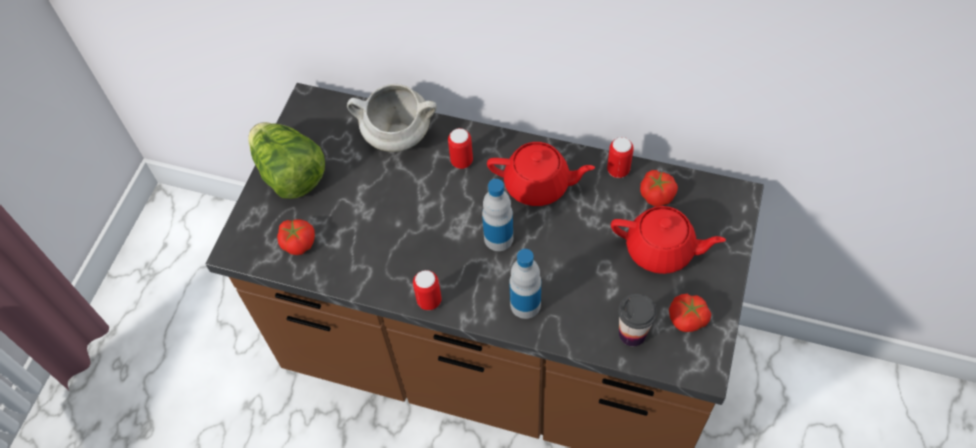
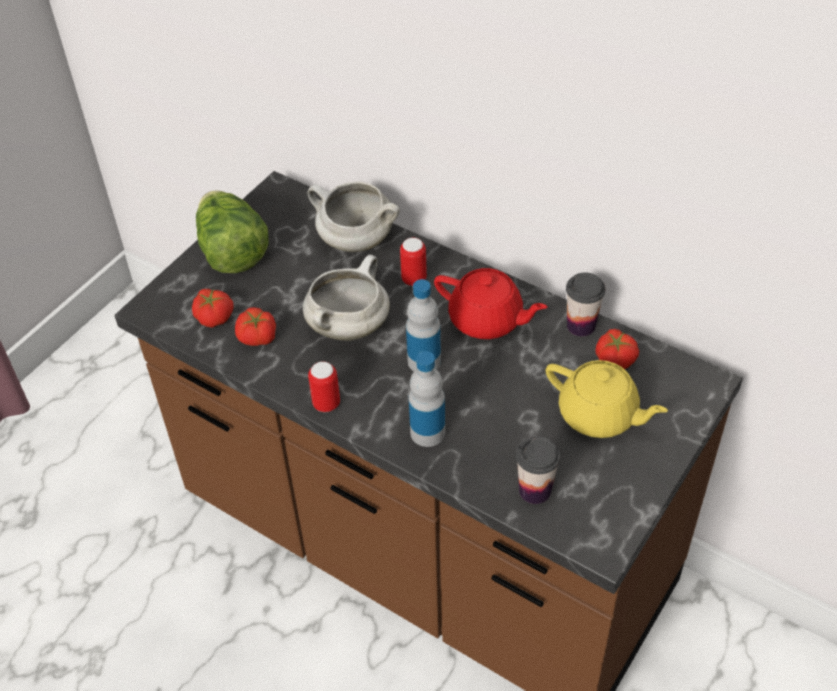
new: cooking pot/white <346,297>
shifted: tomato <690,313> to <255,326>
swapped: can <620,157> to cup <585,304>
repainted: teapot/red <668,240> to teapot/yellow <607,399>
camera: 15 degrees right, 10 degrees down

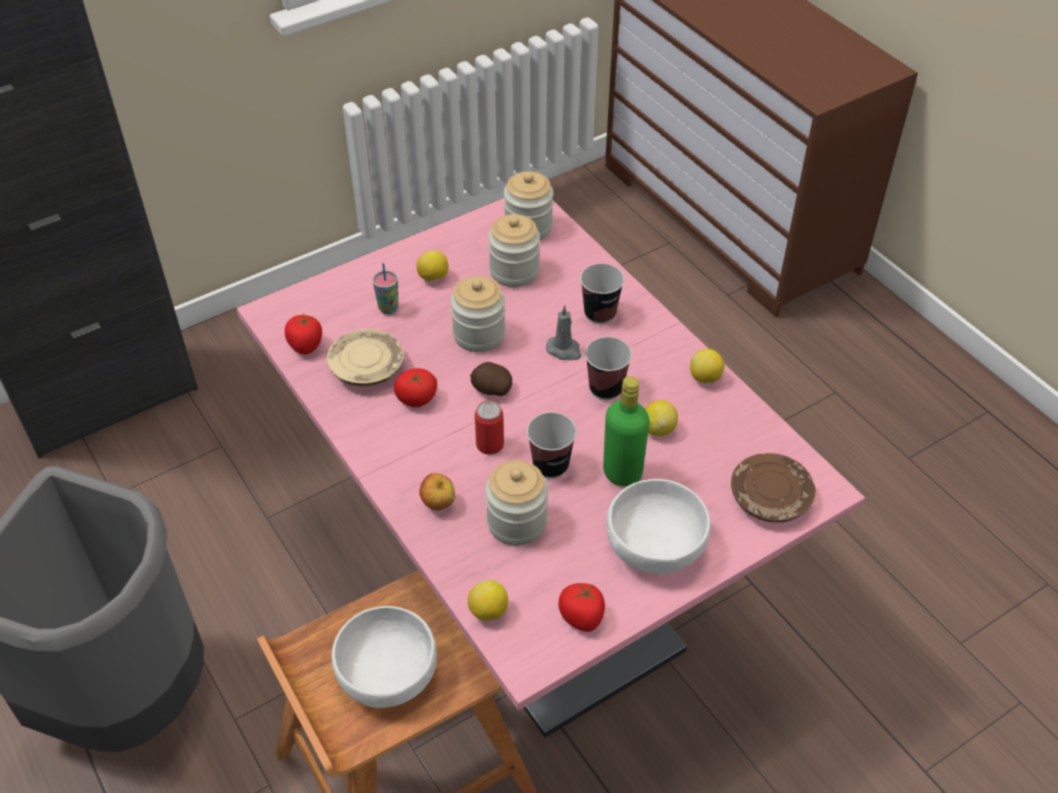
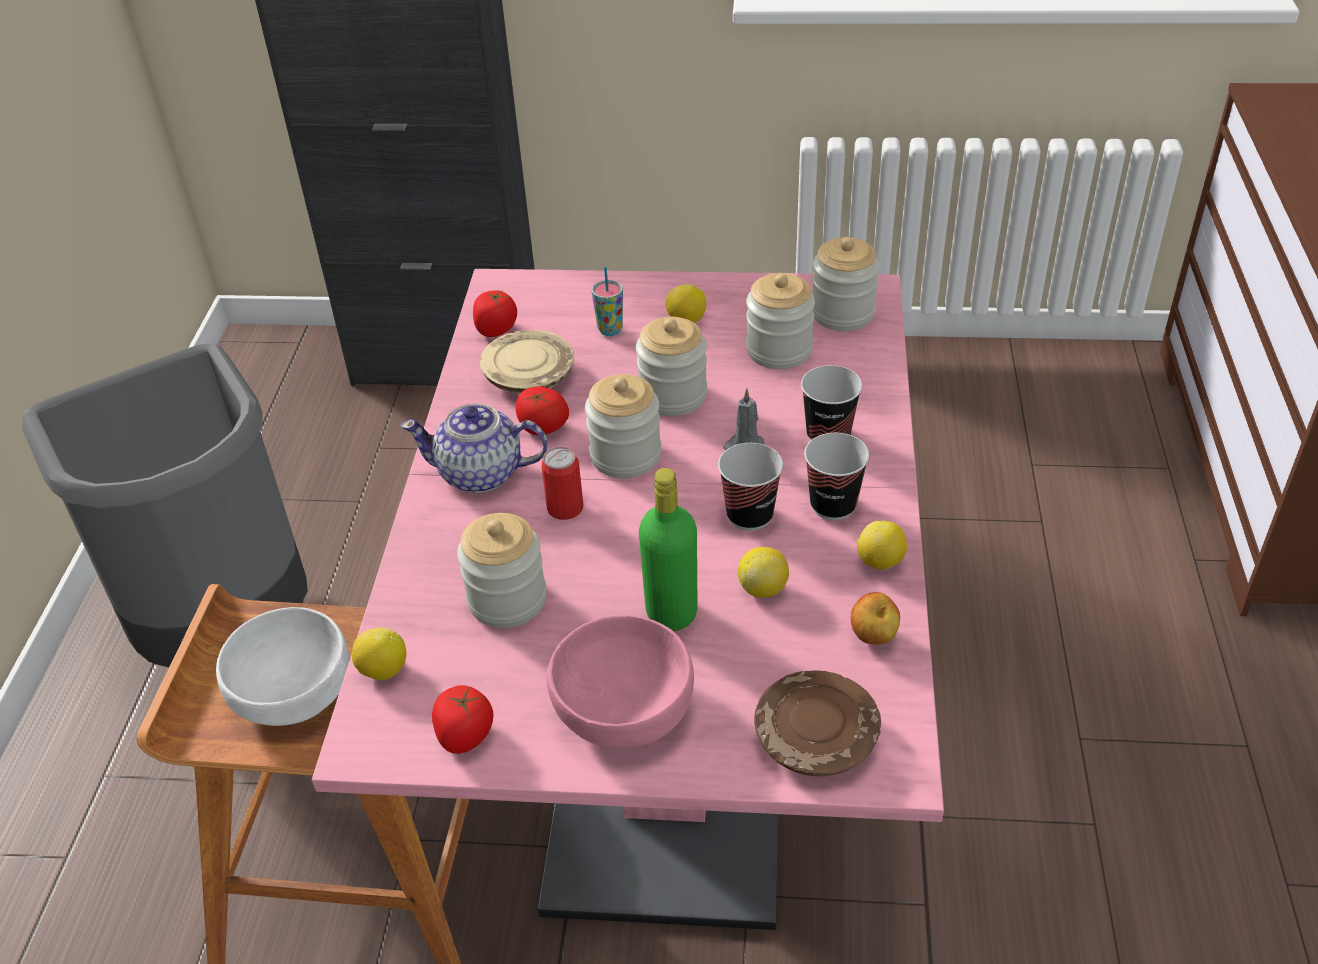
new: teapot <474,448>
shifted: cup <551,445> to <836,476>; apple <437,492> to <875,618>
swapped: potato <491,379> to jar <623,426>
repainted: bowl/white <658,526> to bowl/pink <620,681>
camera: 40 degrees right, 5 degrees down

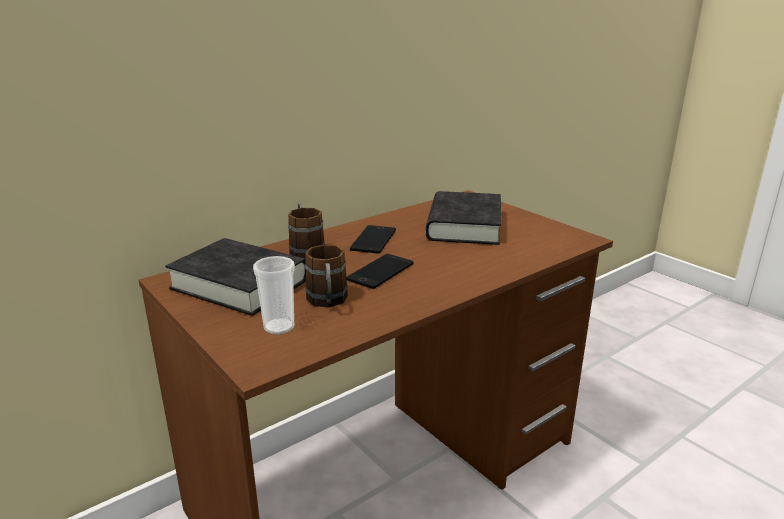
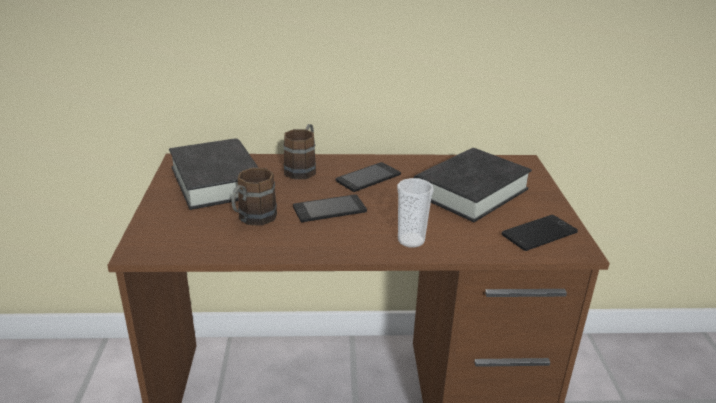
new: phone <540,233>
shifted: cup <274,295> to <415,213>
camera: 35 degrees right, 5 degrees up

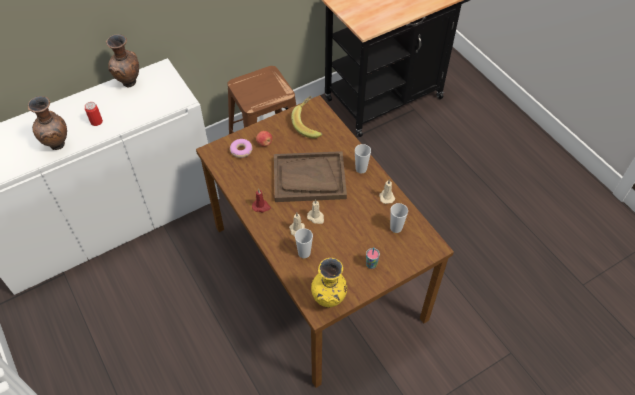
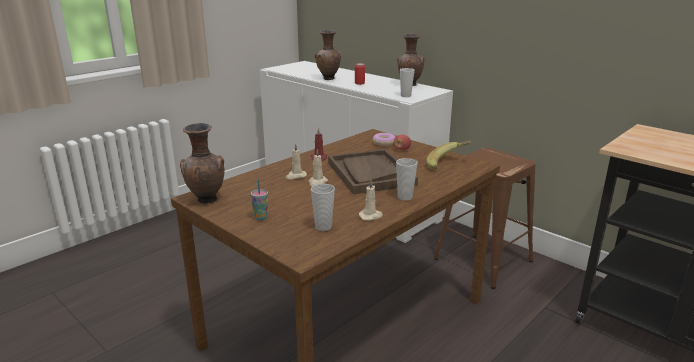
shifted: cup <304,243> to <407,82>
repainted: vase/yellow <329,283> to vase/brown <202,163>
camera: 75 degrees right, 30 degrees down

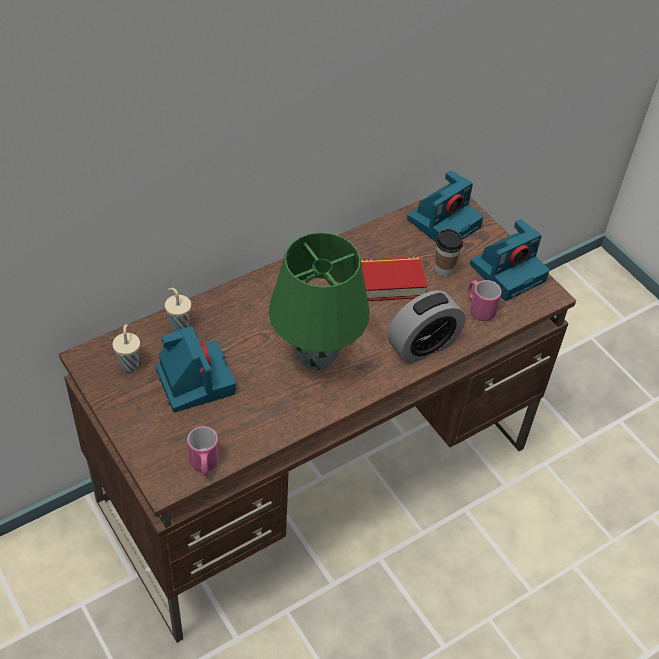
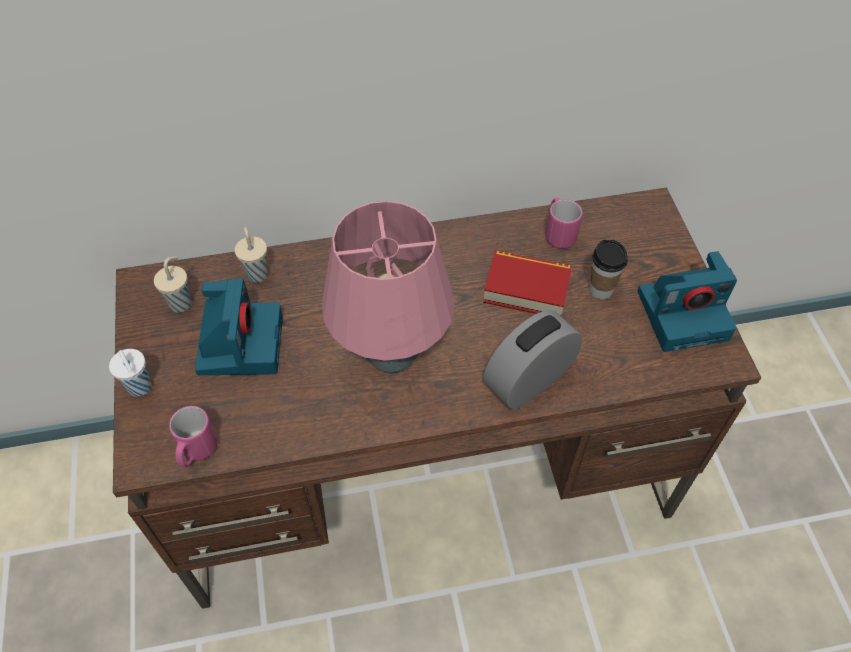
gone: photo camera <445,206>
new: cup/white <130,373>
shifted: mug/pink <485,300> to <564,223>
repainted: table lamp/green <319,301> to table lamp/pink <388,287>
rotated: alarm clock <426,327> = <533,360> 150 degrees clockwise
camera: 25 degrees right, 5 degrees up

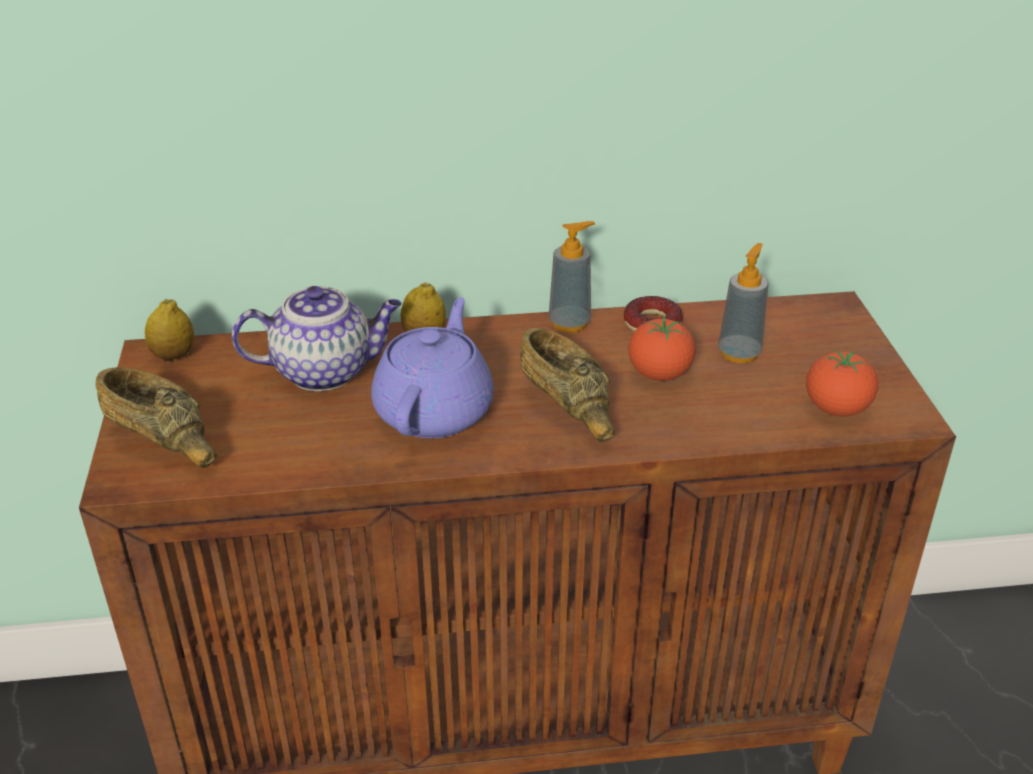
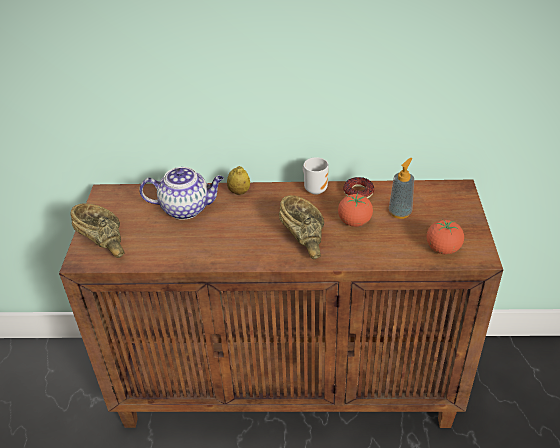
gone: teapot/purple <432,367>; lemon <169,330>
swapped: soap dispenser <572,277> to mug <316,176>
camera: 10 degrees right, 5 degrees up

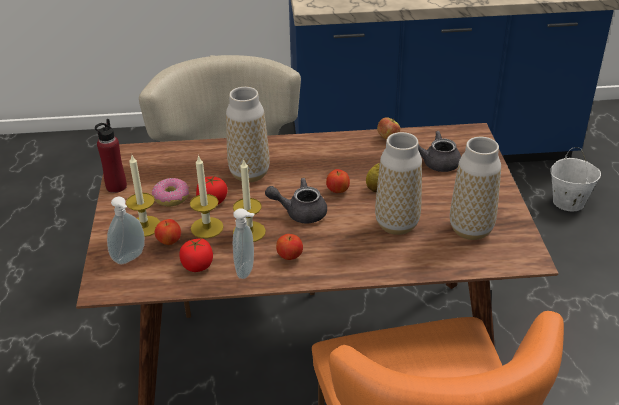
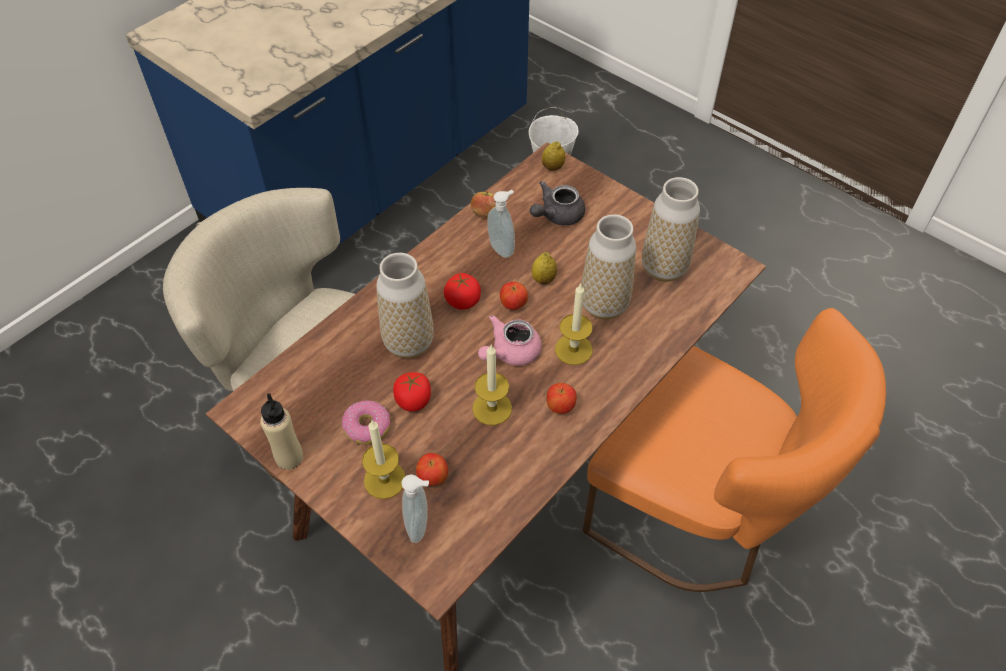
new: lemon <554,156>
shifted: candle <207,196> to <574,324>; soap dispenser <244,243> to <501,224>; tomato <196,255> to <462,291>
repainted: bottle/red <111,156> to bottle/beige <282,431>; teapot/grey <296,200> to teapot/pink <510,340>
camera: 45 degrees left, 15 degrees up

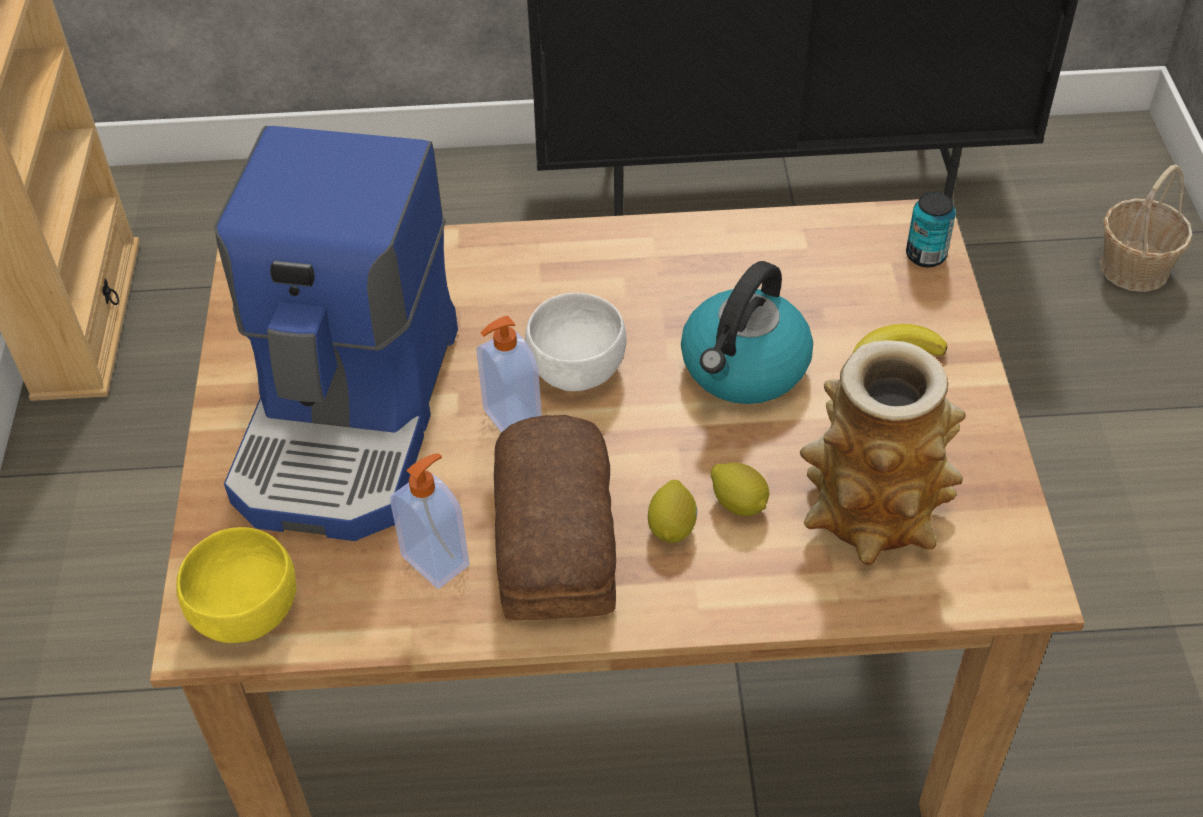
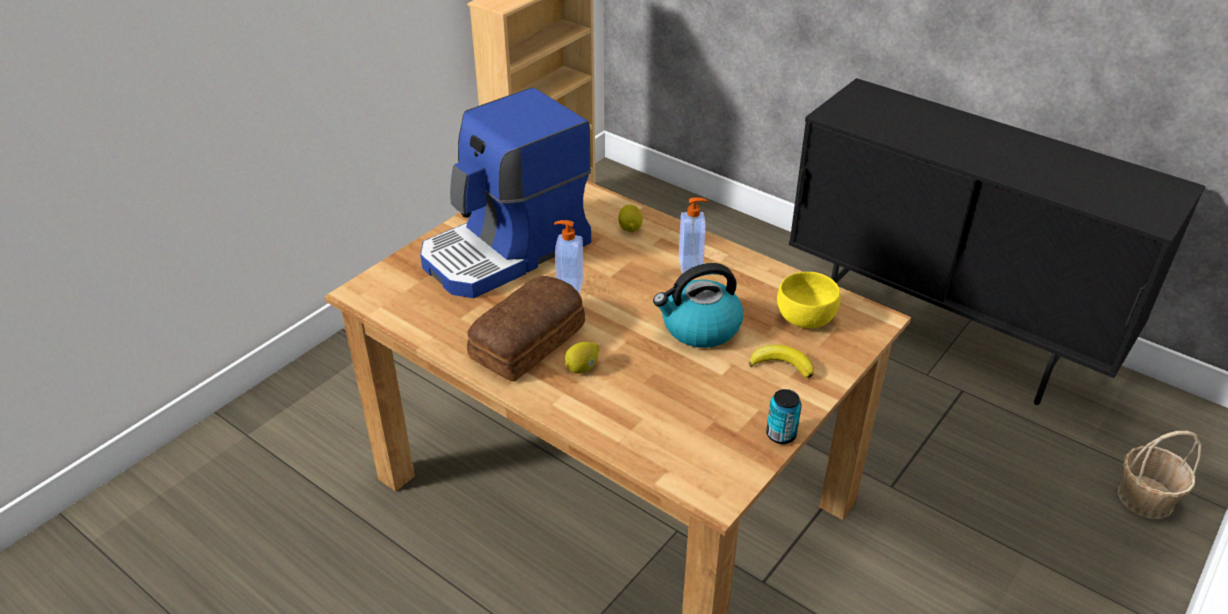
gone: bowl/white <575,342>; vase <883,452>
shifted: can <931,229> to <784,416>; soap dispenser <429,521> to <693,235>; lemon <740,489> to <631,218>; bowl/yellow <236,585> to <809,300>
camera: 40 degrees right, 10 degrees down

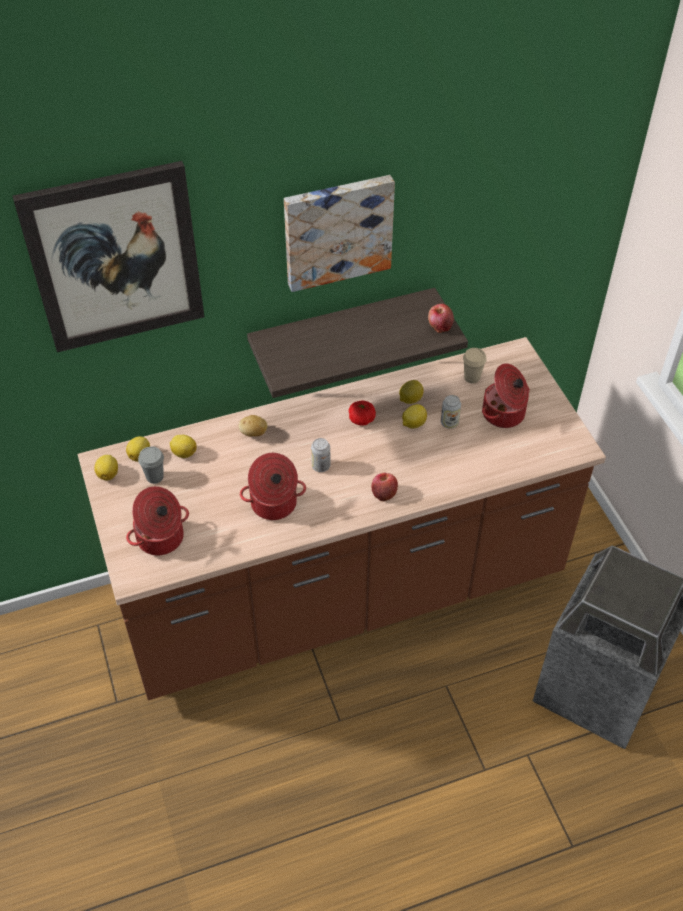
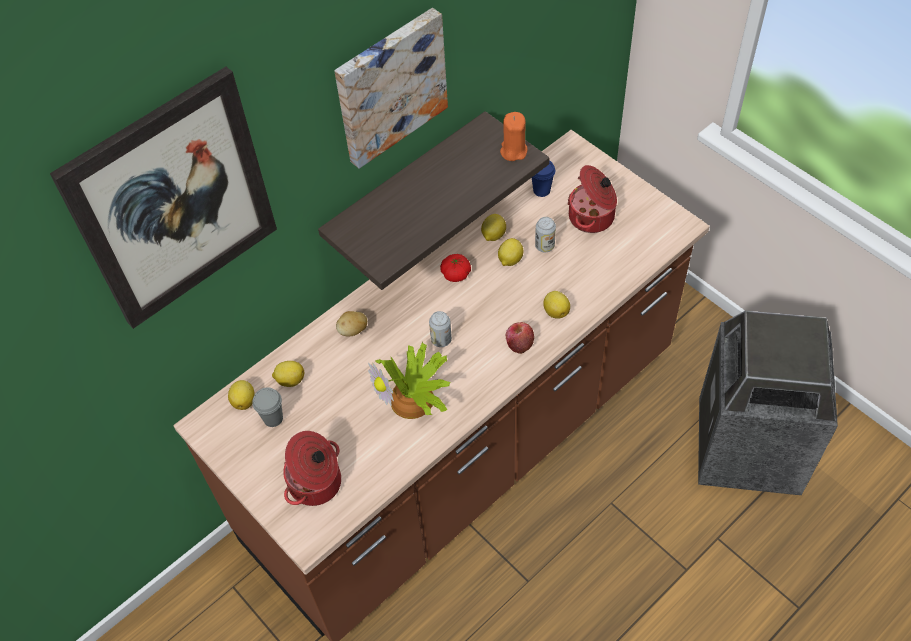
shifted: lemon <106,467> to <556,305>
swapped: apple <441,318> to candle/orange <513,136>; cooking pot <273,486> to potted plant <409,380>
repainted: cup/beige <475,365> to cup/blue <543,178>
camera: 20 degrees left, 5 degrees up

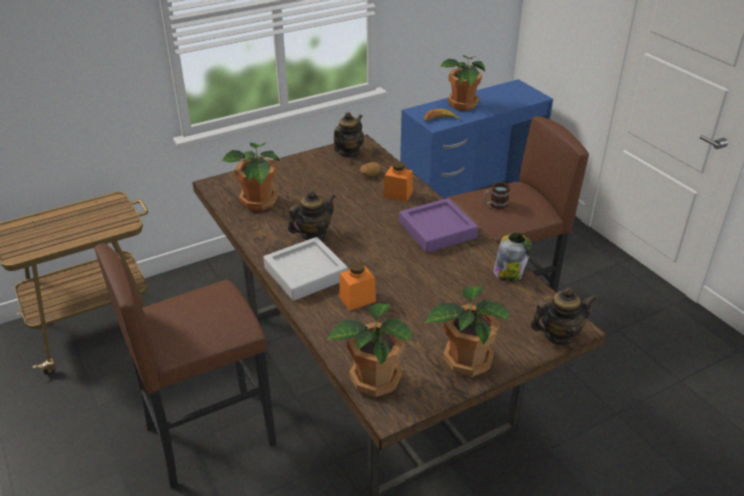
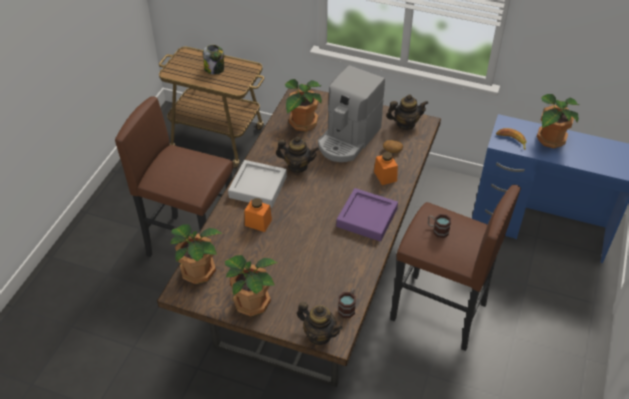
new: coffee machine <351,113>; mug <347,303>
shifted: jar <512,257> to <213,59>
camera: 50 degrees right, 10 degrees up

